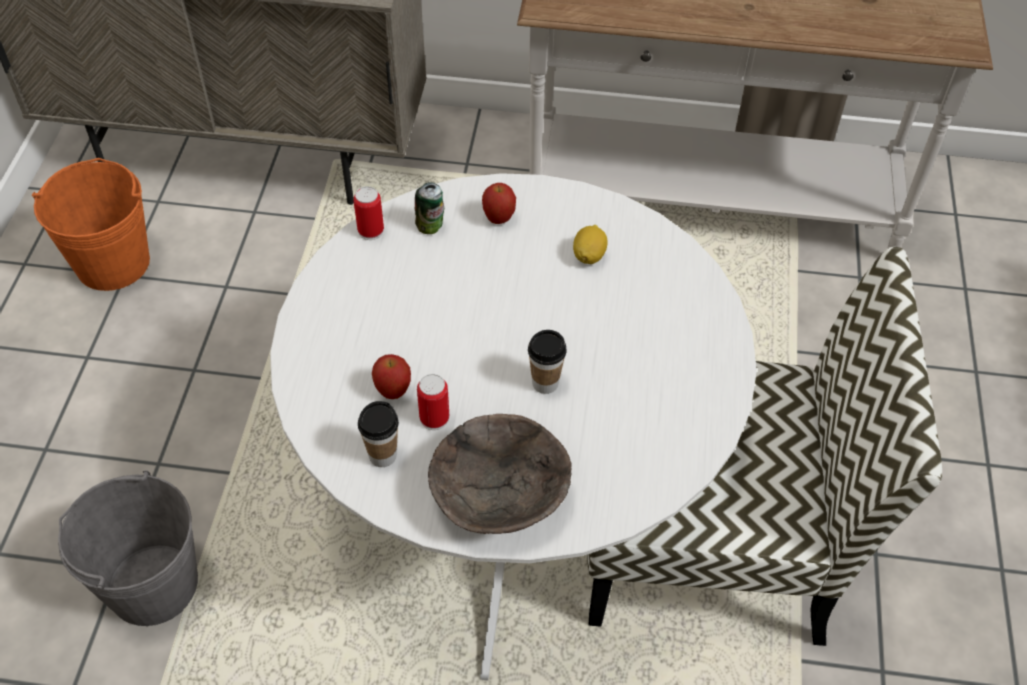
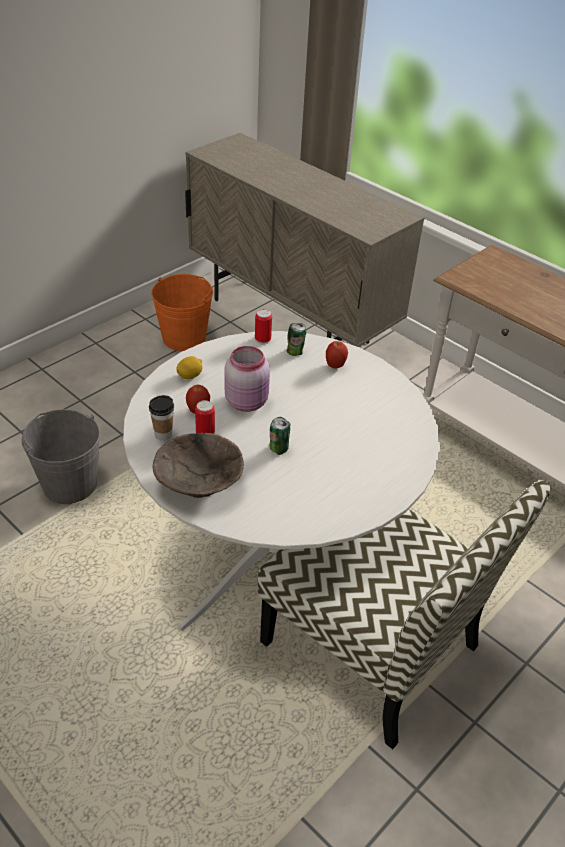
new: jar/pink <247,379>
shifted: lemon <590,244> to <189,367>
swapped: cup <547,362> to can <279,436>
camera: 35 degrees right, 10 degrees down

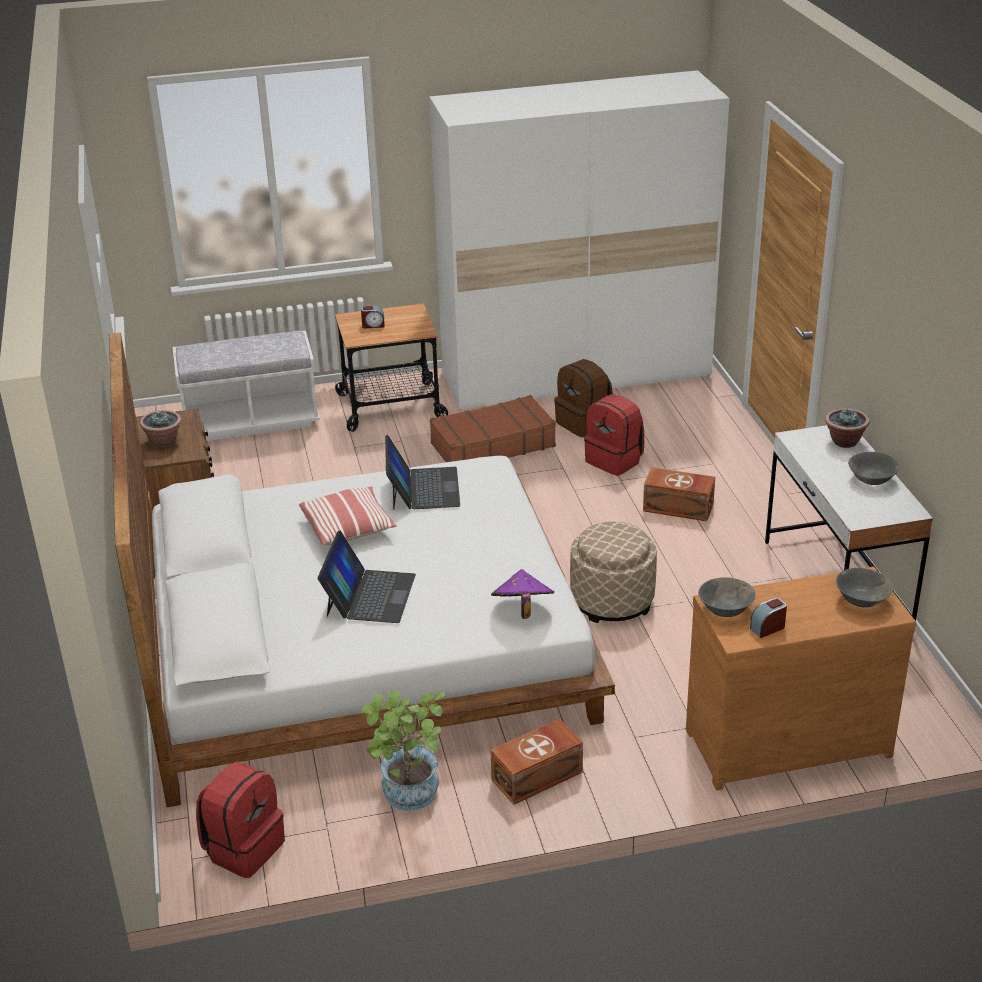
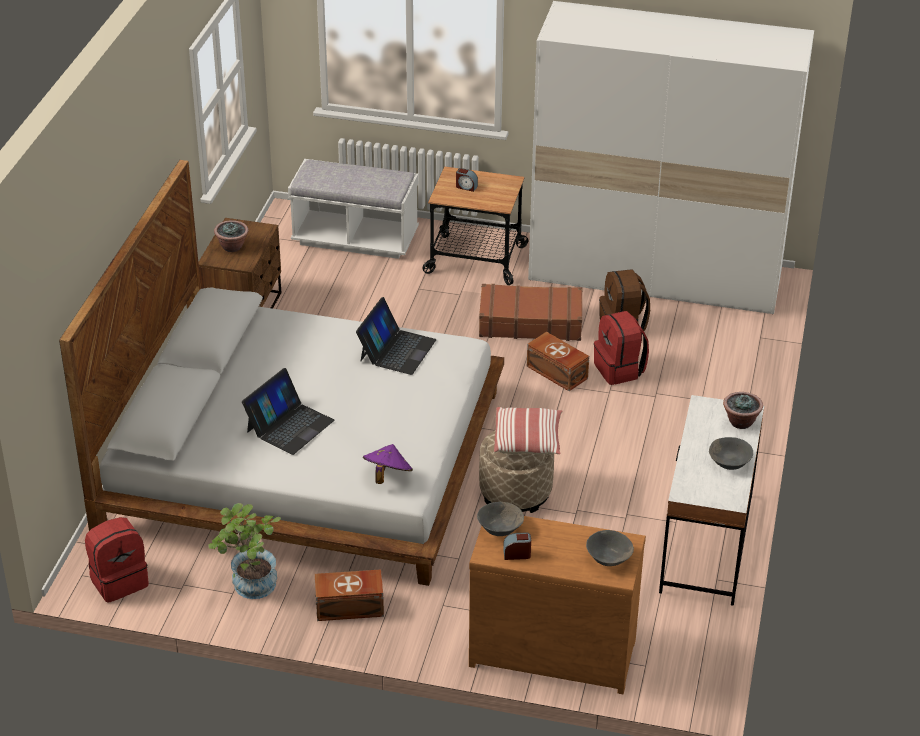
shifted: storage box/brown <679,494> to <558,361>; pillow <348,516> to <528,430>
camera: 25 degrees right, 5 degrees up

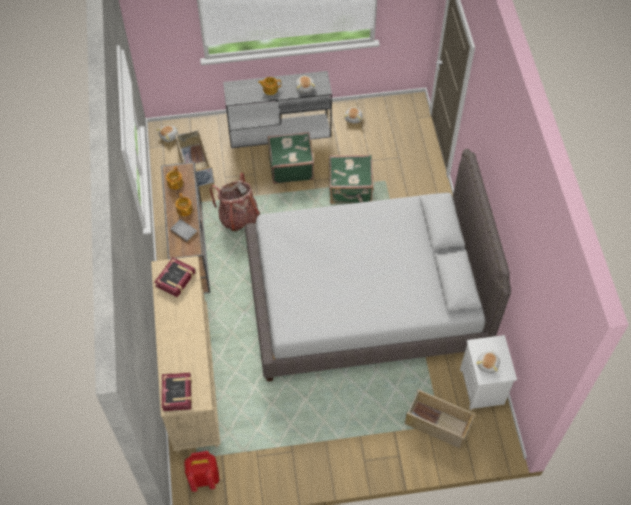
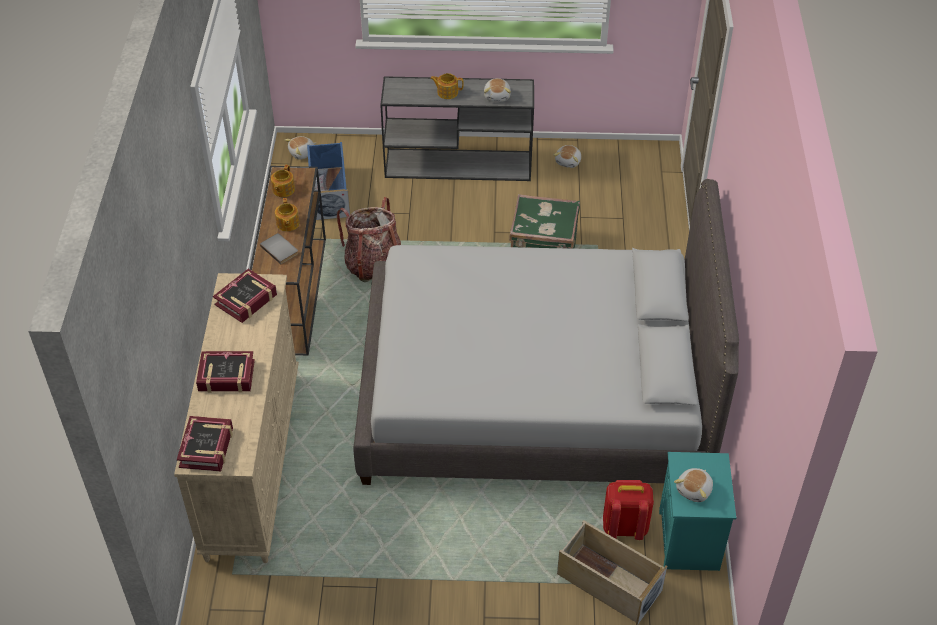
gone: suitcase/green <291,158>
new: book <225,372>
shifted: backpack/red <201,471> to <628,510>
repainted: storage box/beige <194,157> to storage box/blue <328,181>; nightstand/white <488,372> to nightstand/turquoise <697,511>
camera: 10 degrees right, 10 degrees down

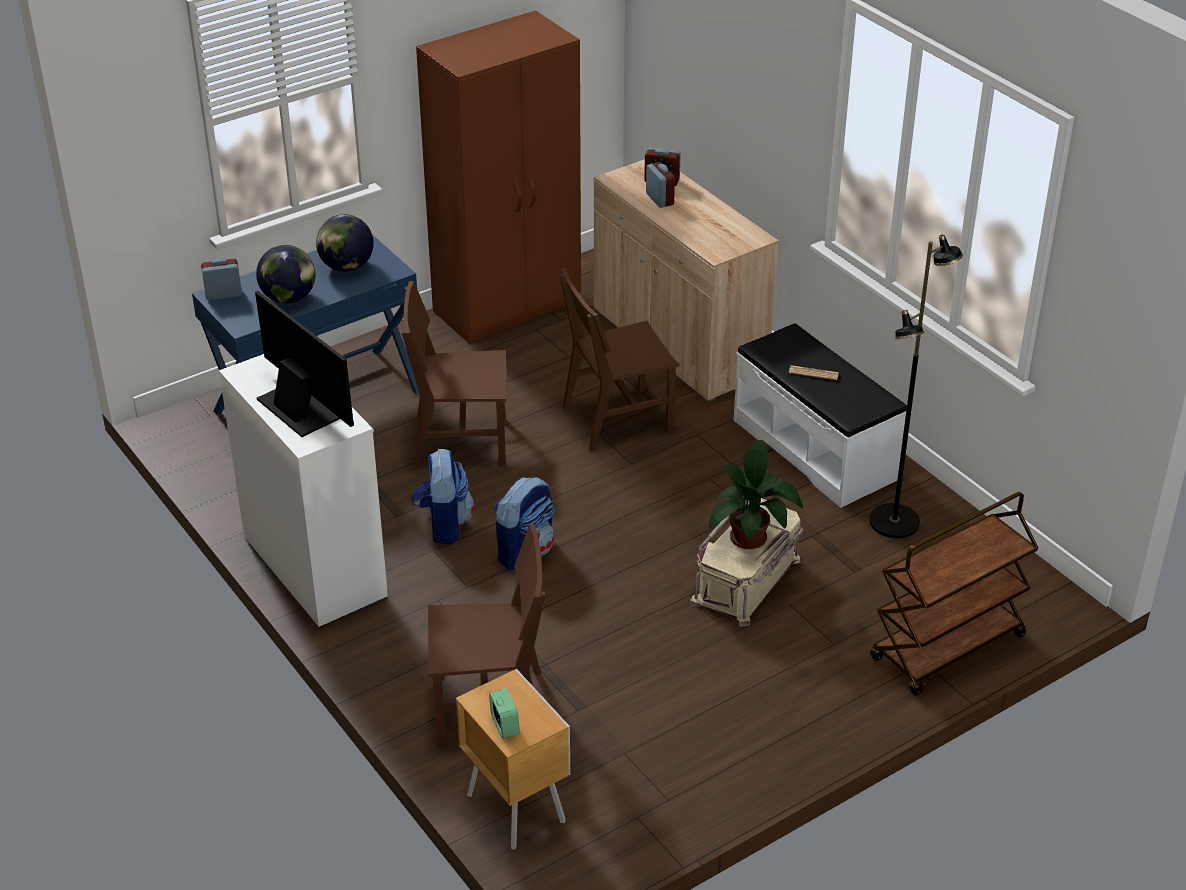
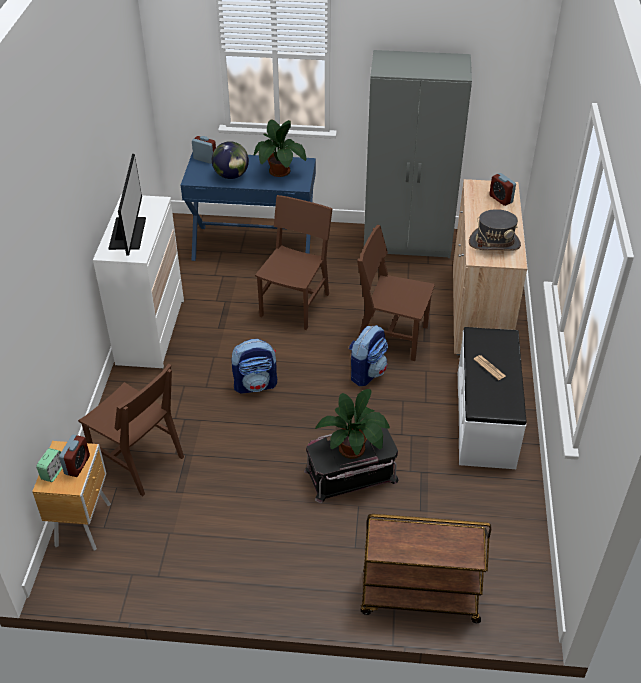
gone: floor lamp/black <916,386>
new: hat/grey <495,230>
shifted: alarm clock <660,185> to <74,456>; backpack <443,497> to <368,355>
swapped: globe <345,243> to potted plant <280,148>
repainted: wardrobe/brown <498,177> to wardrobe/grey <418,154>; storage box/beige <746,562> to storage box/black <351,465>
rotated: chair/brown <454,375> = <294,262> 75 degrees clockwise
camera: 40 degrees right, 5 degrees up

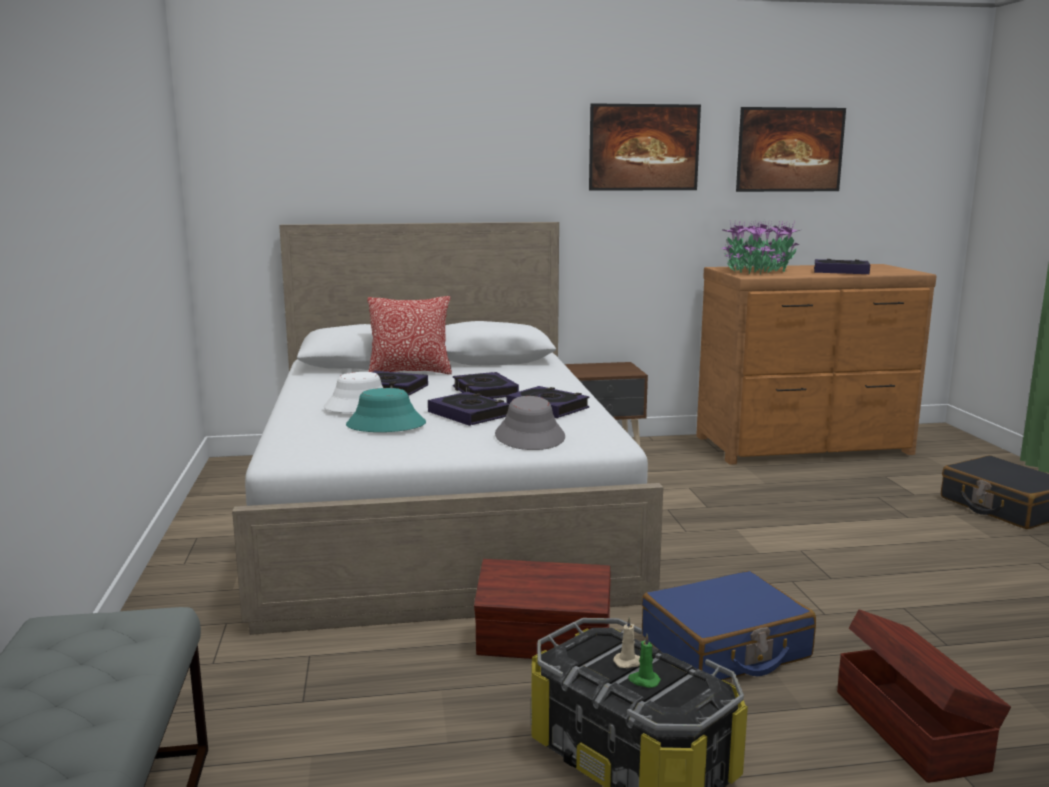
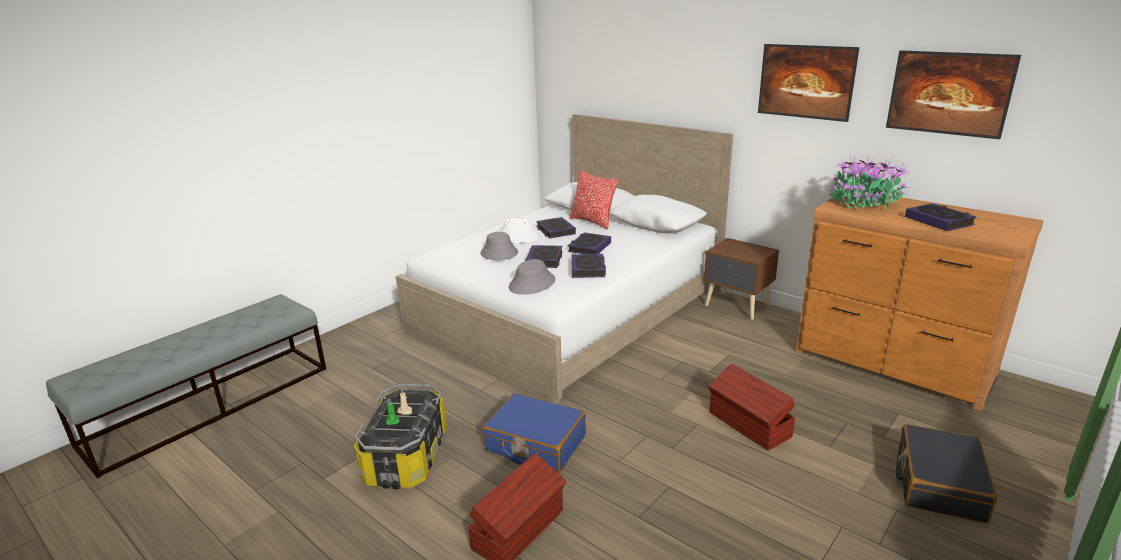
shifted: storage box/brown <542,609> to <751,407>
repainted: hat/turquoise <386,410> to hat/grey <499,246>
camera: 50 degrees right, 10 degrees up

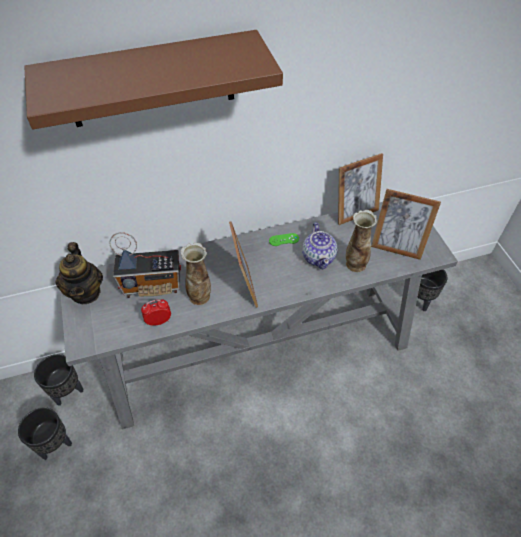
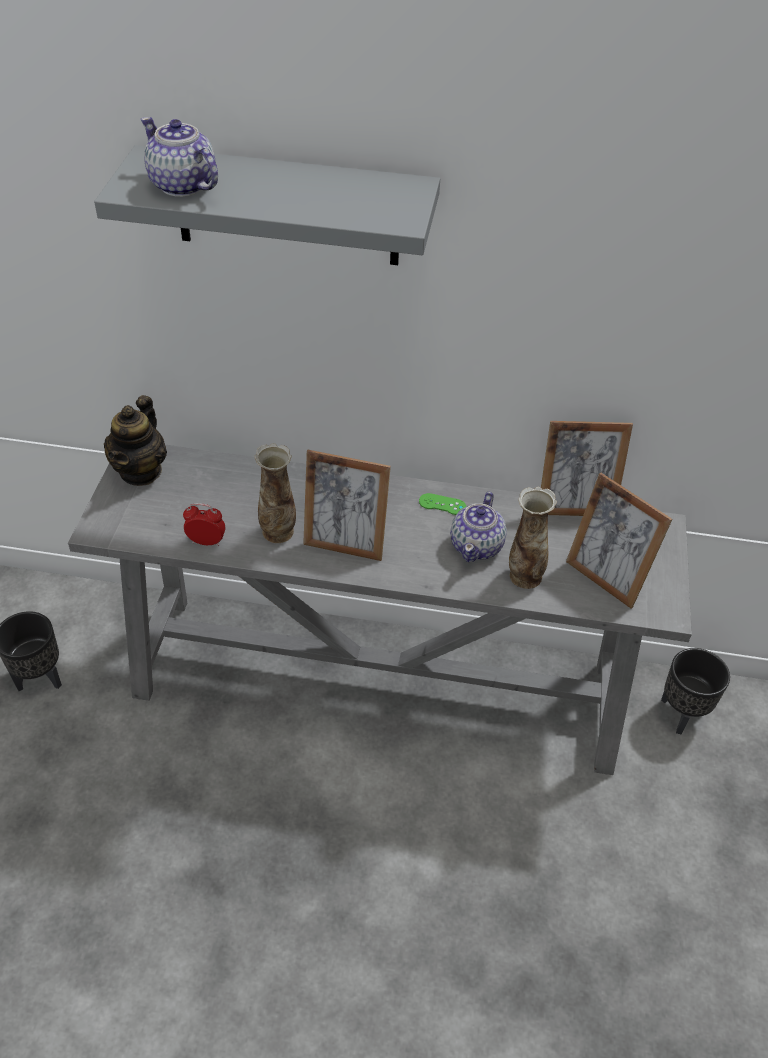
gone: radio <145,265>; planter/black <58,380>
new: teapot <179,157>
repainted: shelf/brown <153,79> to shelf/grey <267,205>
rotated: picture frame <243,264> = <347,505> 90 degrees clockwise
camera: 25 degrees right, 5 degrees down

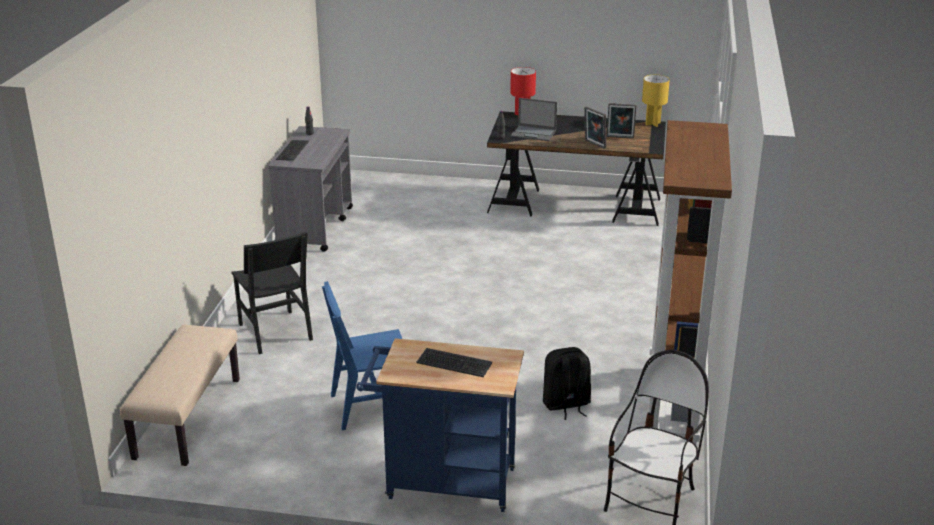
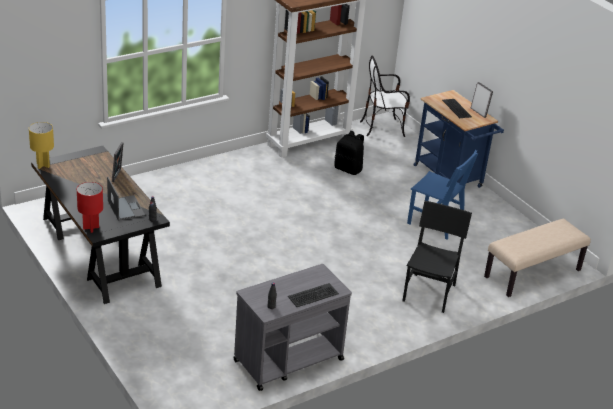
shifted: picture frame <621,120> to <482,100>
camera: 135 degrees left, 5 degrees up

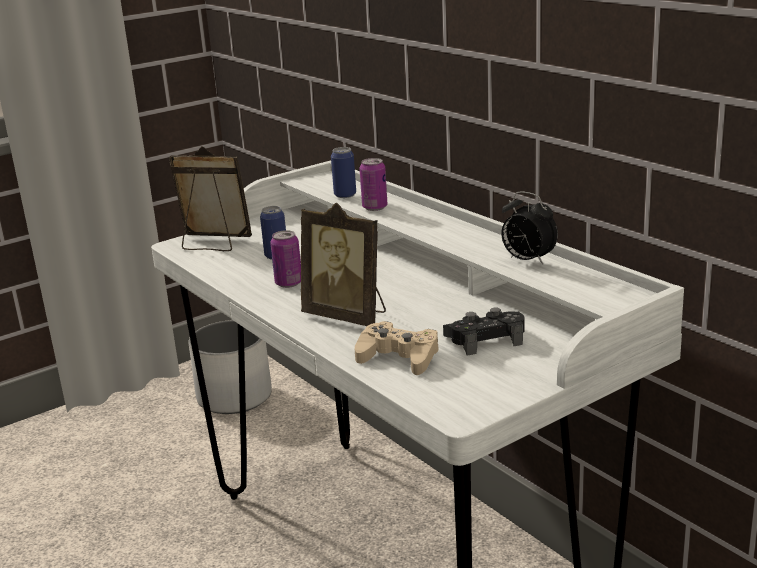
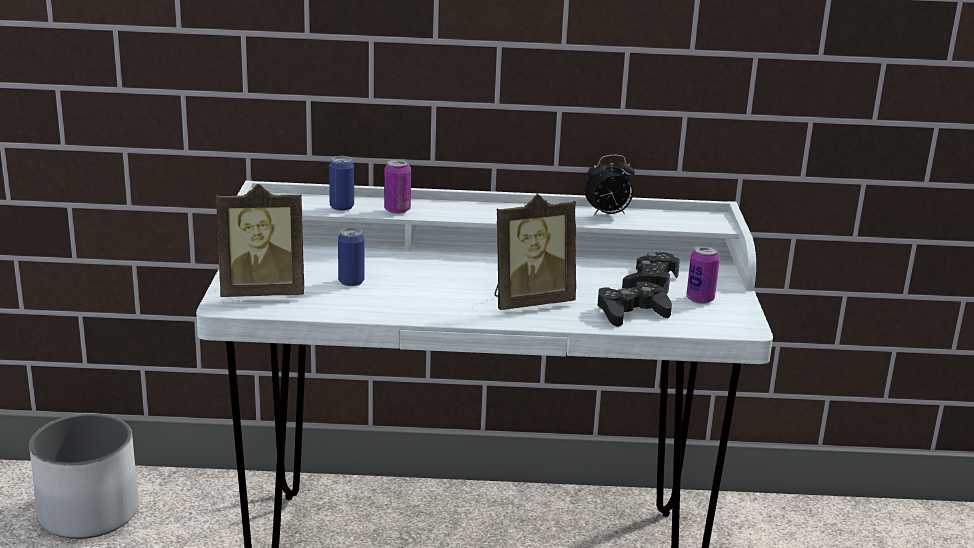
shifted: can <285,259> to <703,274>
repainted: game controller/beige <396,348> to game controller/black <635,304>
rotated: picture frame <210,199> = <260,240> 150 degrees counterclockwise
camera: 55 degrees left, 0 degrees up

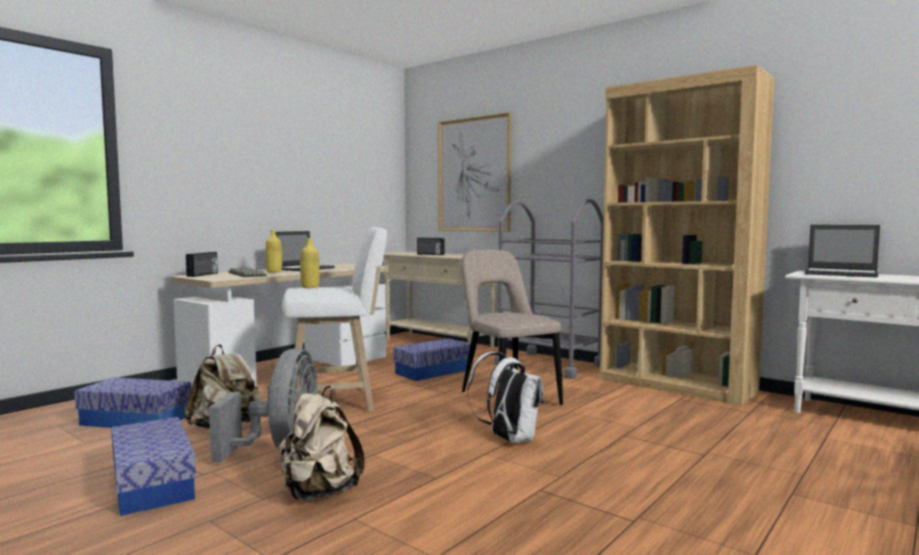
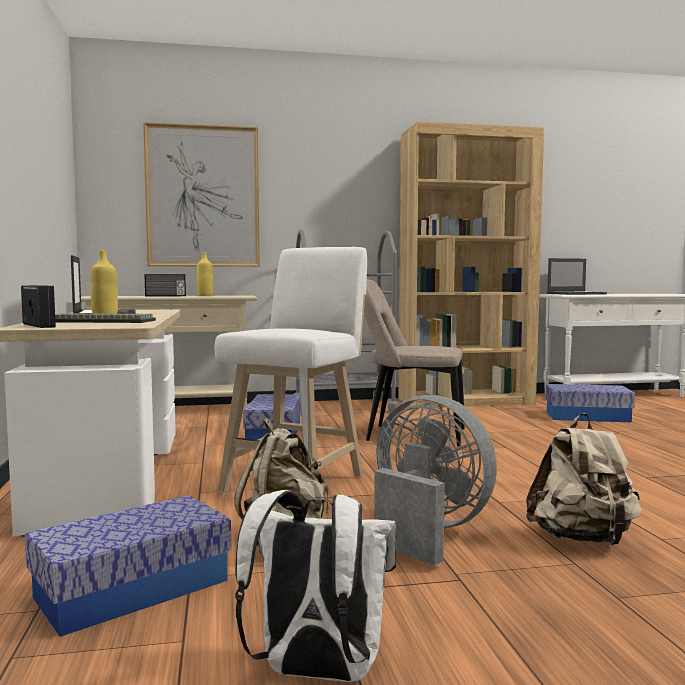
shifted: bottle/yellow <310,263> to <205,274>; backpack/white <505,397> to <316,586>; storage box <153,466> to <590,403>
camera: 50 degrees left, 0 degrees up

